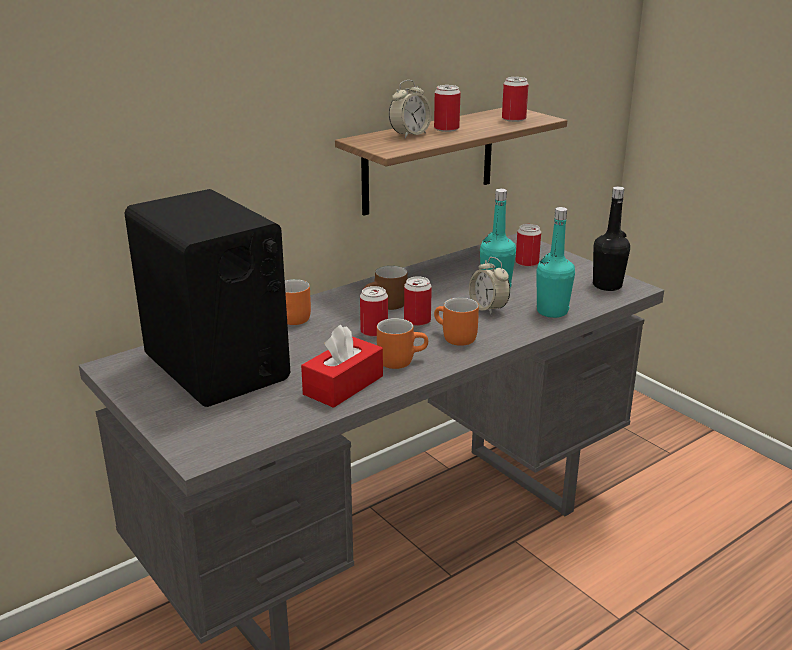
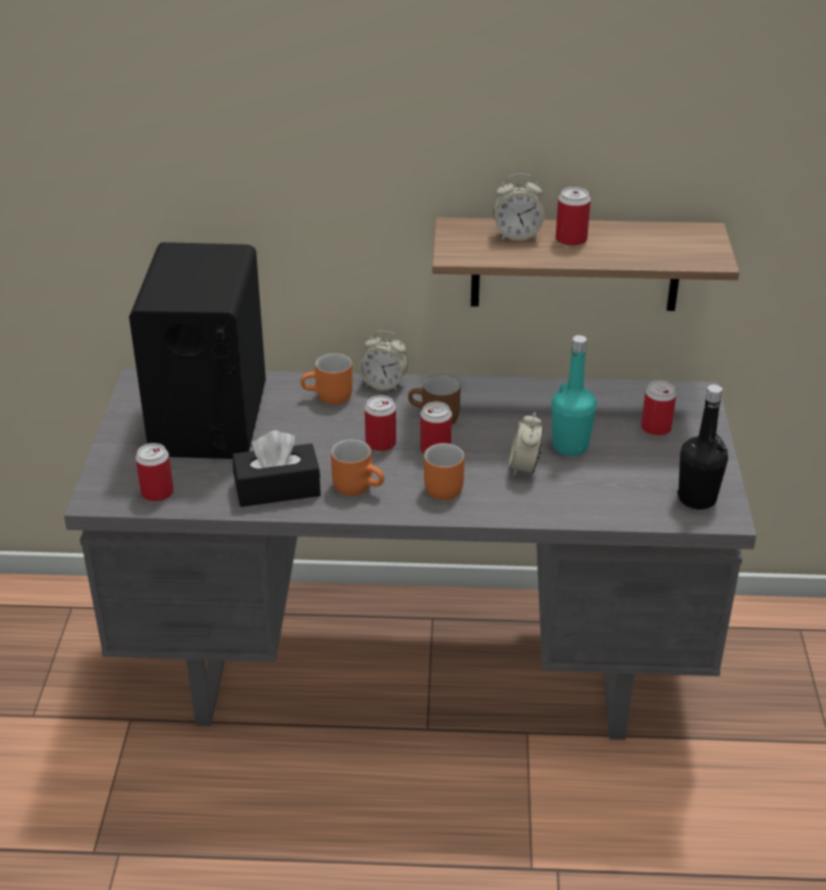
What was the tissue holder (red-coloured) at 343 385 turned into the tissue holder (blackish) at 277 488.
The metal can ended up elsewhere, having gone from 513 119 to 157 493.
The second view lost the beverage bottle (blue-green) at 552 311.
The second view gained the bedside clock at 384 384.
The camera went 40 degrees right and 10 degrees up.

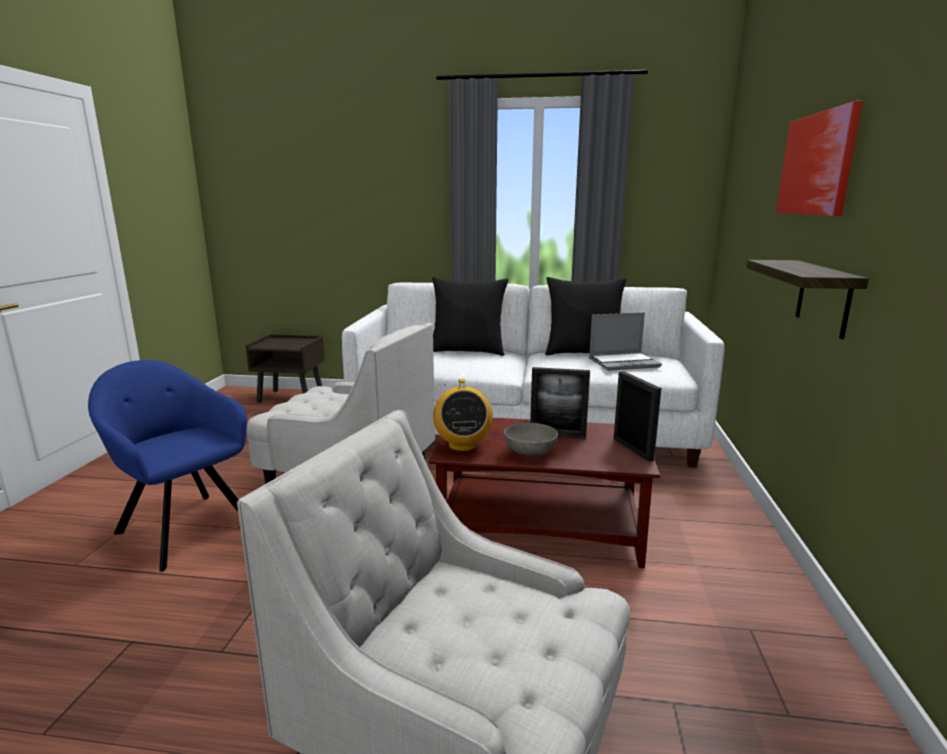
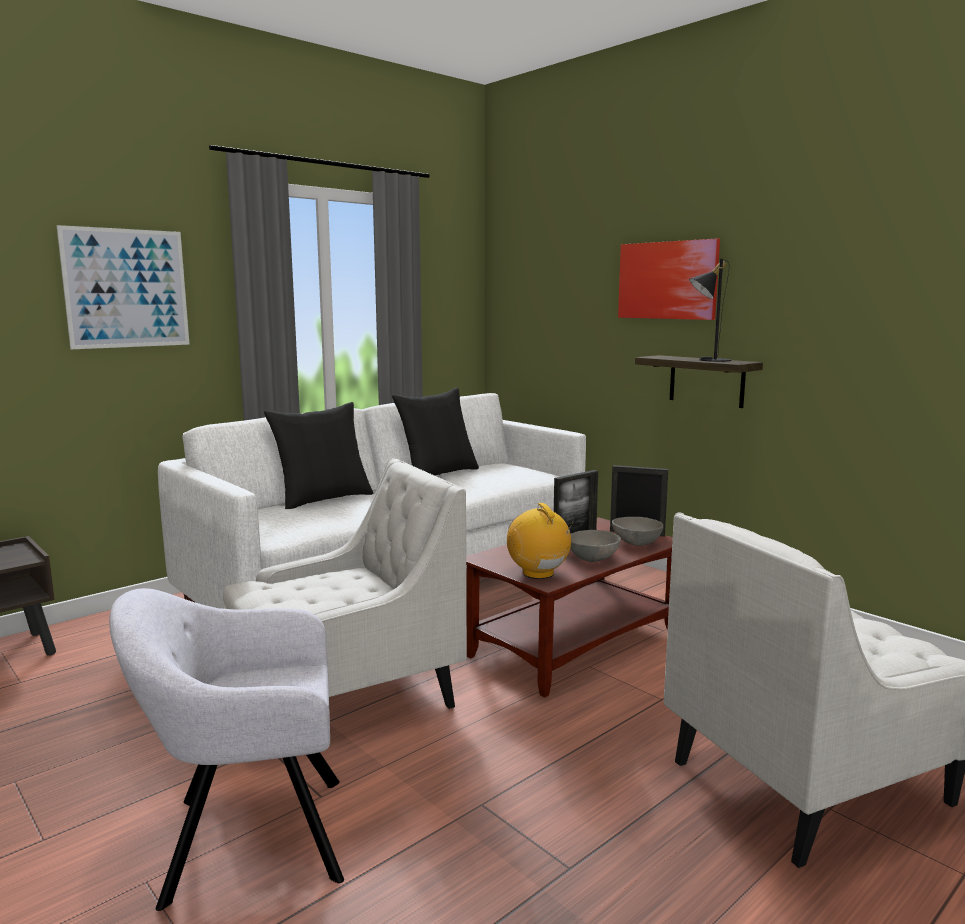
What was the lounge chair (blue-coloured) at 184 526 turned into the lounge chair (grey) at 247 839.
The radio at 462 445 ended up facing another way, 150 degrees counterclockwise from before.
The second view lost the laptop at 624 363.
The second view gained the picture at 126 288.
The second view gained the deep dish (grey) at 637 543.
The second view gained the table lamp (blackish) at 708 360.
The camera went 50 degrees left and 5 degrees down.

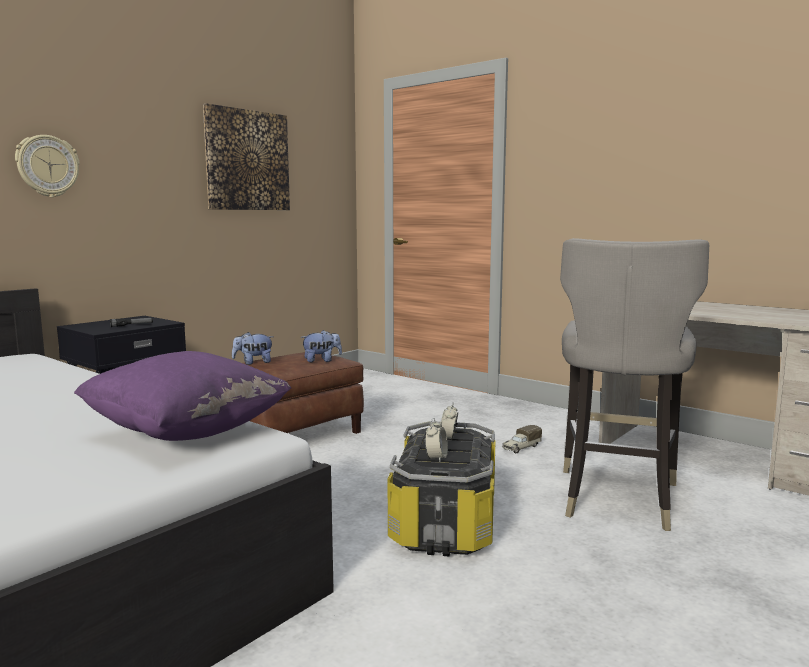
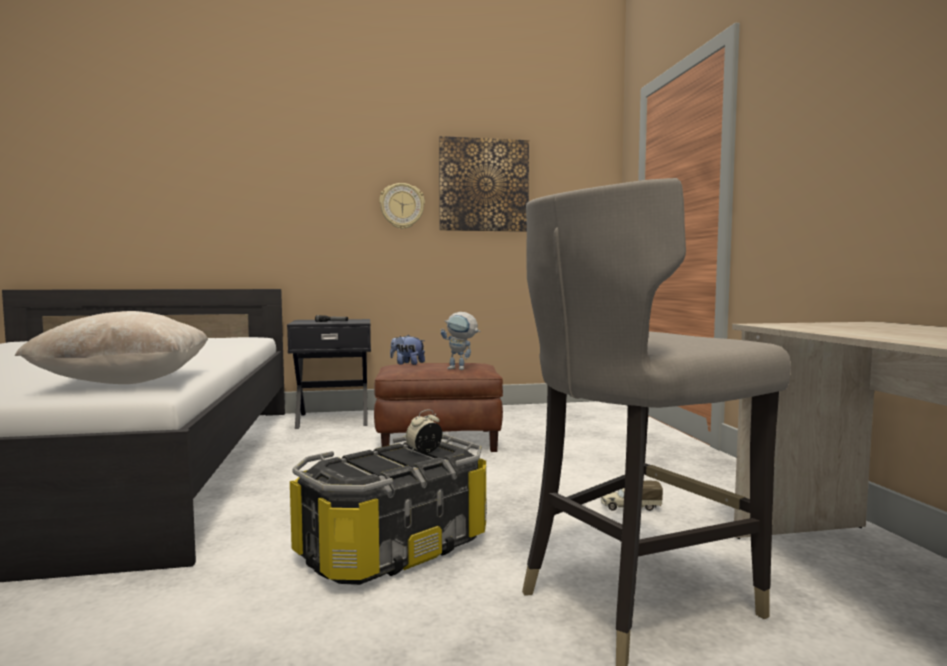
The hanging clock ended up elsewhere, having gone from 47 166 to 402 206.
What was the cushion (purplish) at 187 433 turned into the cushion (sand-coloured) at 127 382.
Where the soft toy stood at 321 360, the robot figure came to stand at 461 369.
The second view lost the bedside clock at 436 458.
The camera went 40 degrees right and 5 degrees down.

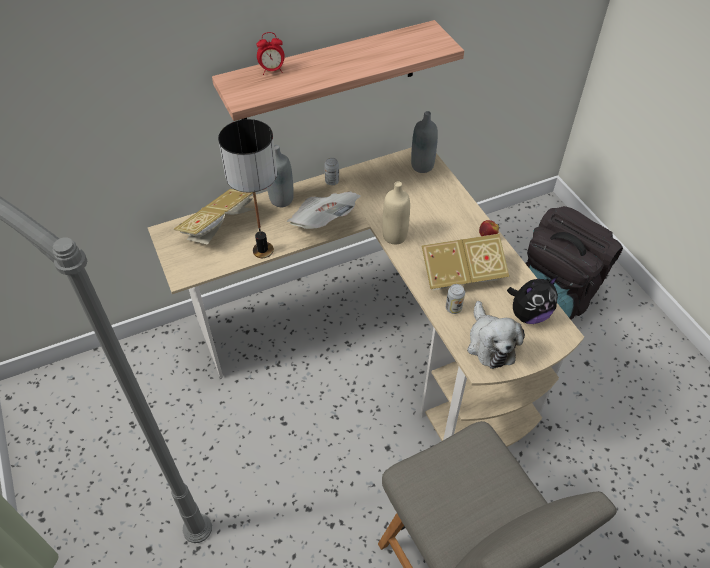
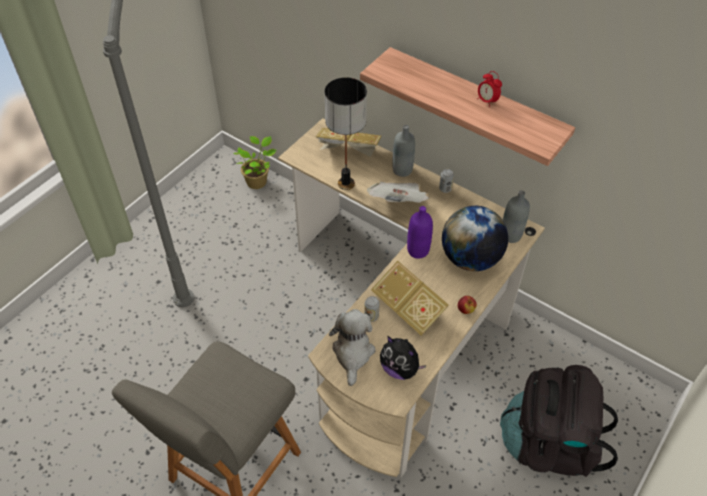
The bedside clock ended up elsewhere, having gone from 272 70 to 487 101.
What was the beverage bottle (sand-coloured) at 394 236 turned into the beverage bottle (purplish) at 418 250.
The soft toy at 490 343 ended up facing another way, 135 degrees clockwise from before.
The second view gained the plant in a pot at 257 181.
The second view gained the world globe at 470 259.
The camera went 60 degrees right and 0 degrees up.

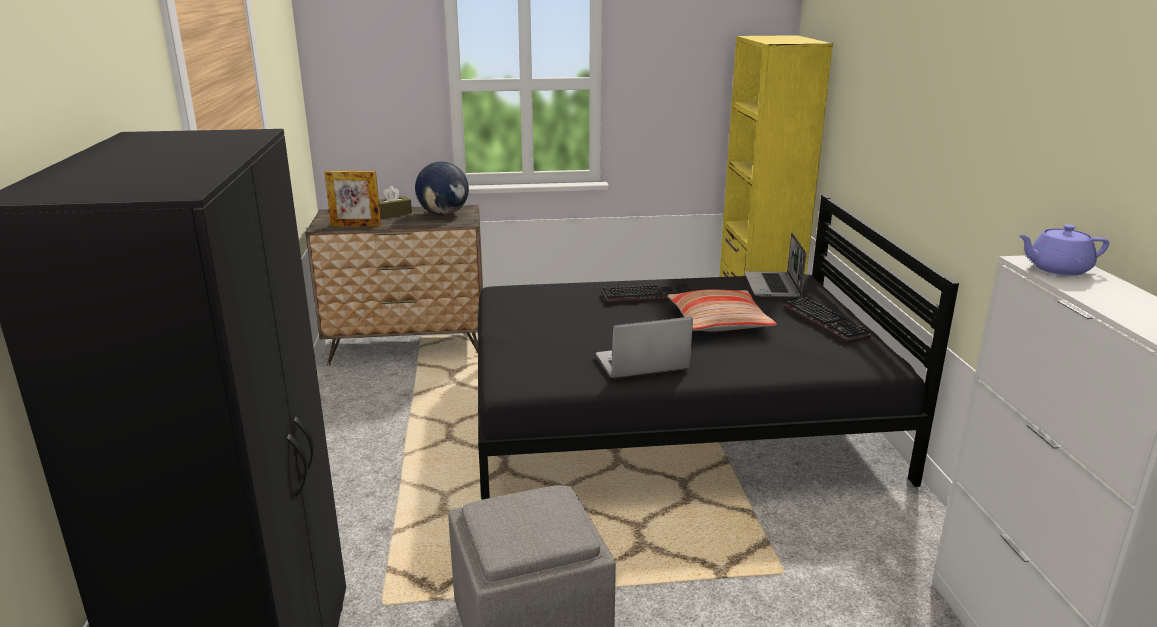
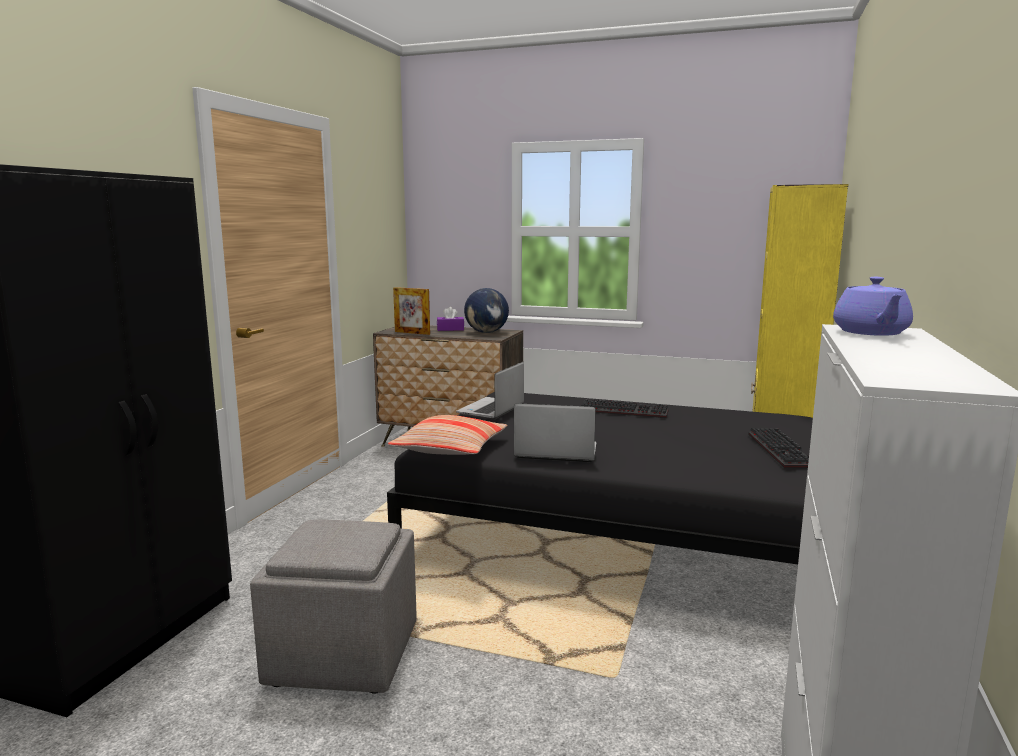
What was the tissue holder (brownish) at 393 213 turned into the tissue holder (purplish) at 450 329.
The cushion ended up elsewhere, having gone from 718 322 to 450 448.
The laptop ended up elsewhere, having gone from 773 286 to 491 410.
The teapot (purplish) at 1057 269 ended up facing another way, 105 degrees counterclockwise from before.
The camera went 25 degrees right and 10 degrees down.

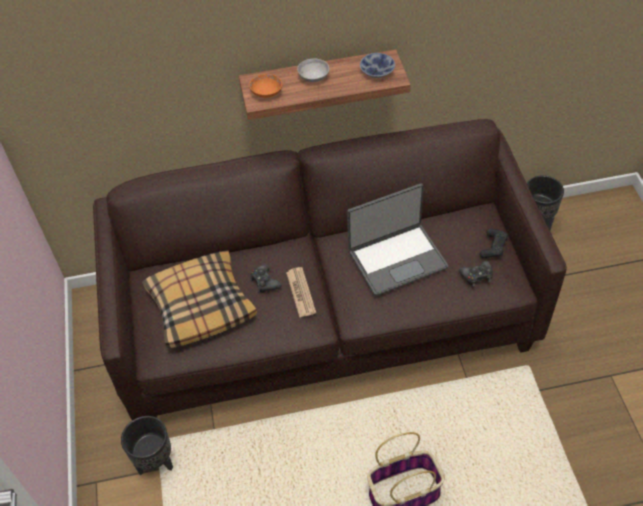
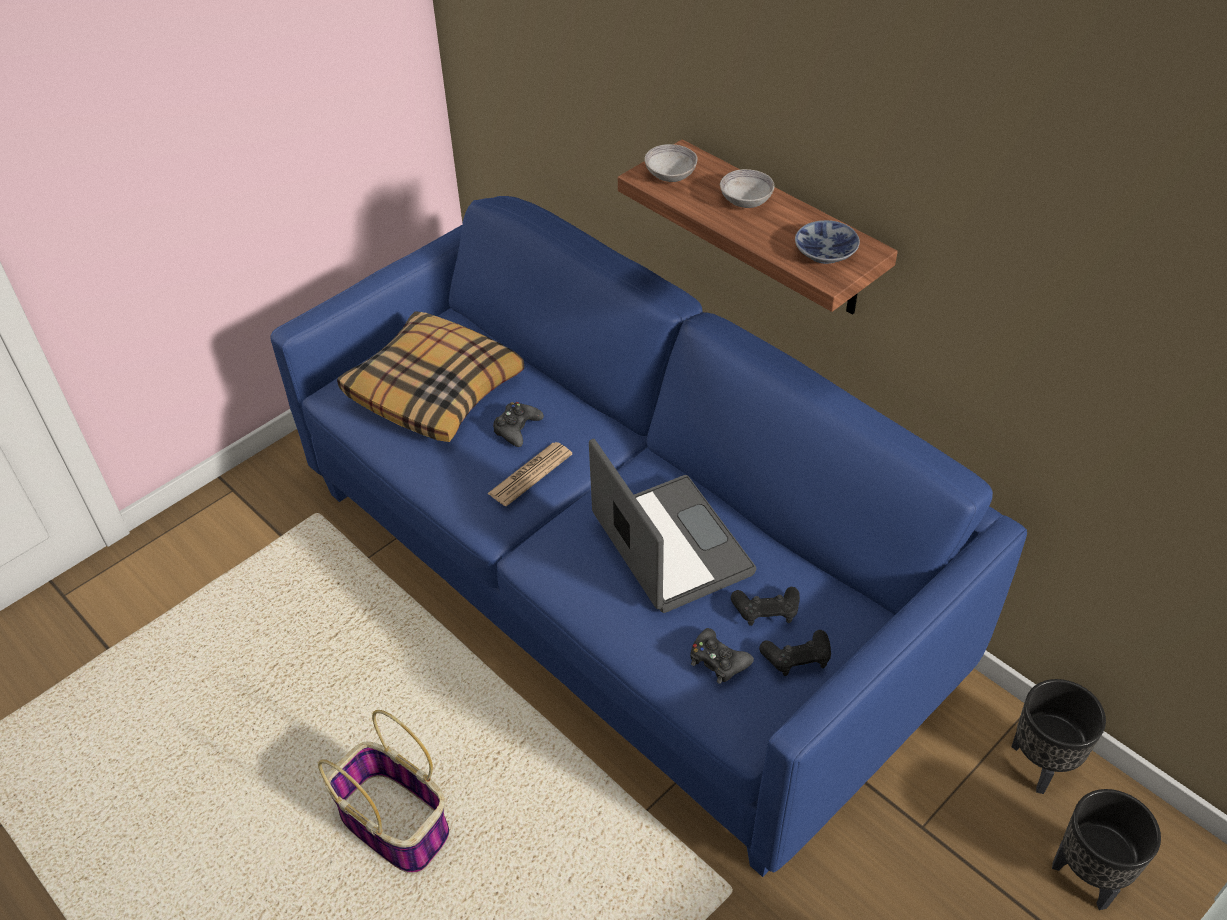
What was the couch (brownish) at 326 318 turned into the couch (blue-coloured) at 620 582.
The plant pot (blackish) ended up elsewhere, having gone from 155 463 to 1086 875.
What was the deep dish (orange) at 266 93 turned into the deep dish (grey) at 670 175.
The laptop at 397 259 ended up facing another way, 150 degrees counterclockwise from before.
The second view gained the gamepad (blackish) at 766 611.
The camera went 55 degrees right and 5 degrees down.

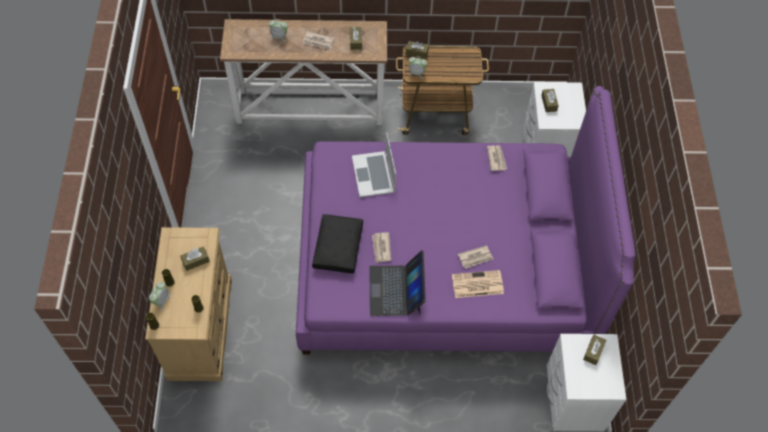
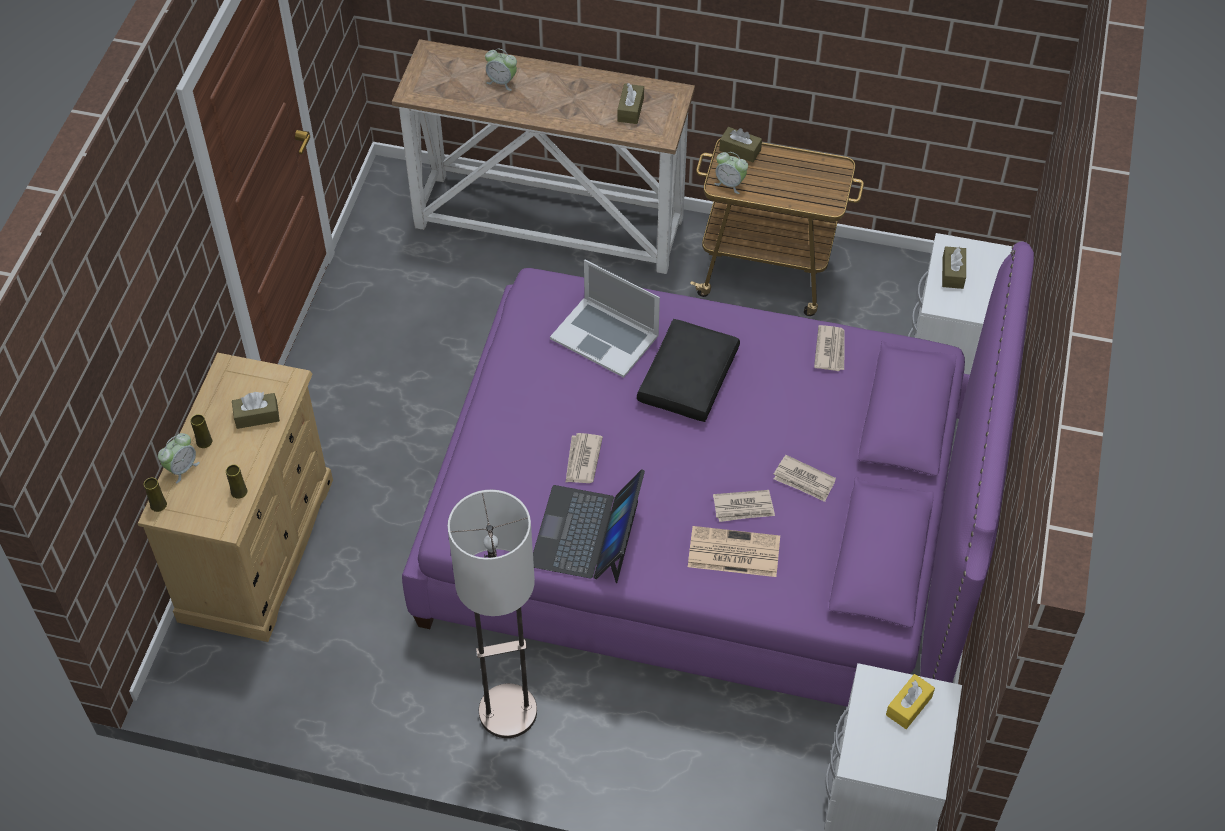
The newspaper ended up elsewhere, having gone from 318 42 to 804 480.
The cushion (blackish) ended up elsewhere, having gone from 339 248 to 689 379.
The laptop at 373 174 ended up facing another way, 60 degrees counterclockwise from before.
What was the tissue holder (brownish) at 593 352 turned into the tissue holder (yellowish) at 909 706.
The second view gained the floor lamp at 507 712.
The camera went 15 degrees right and 5 degrees down.

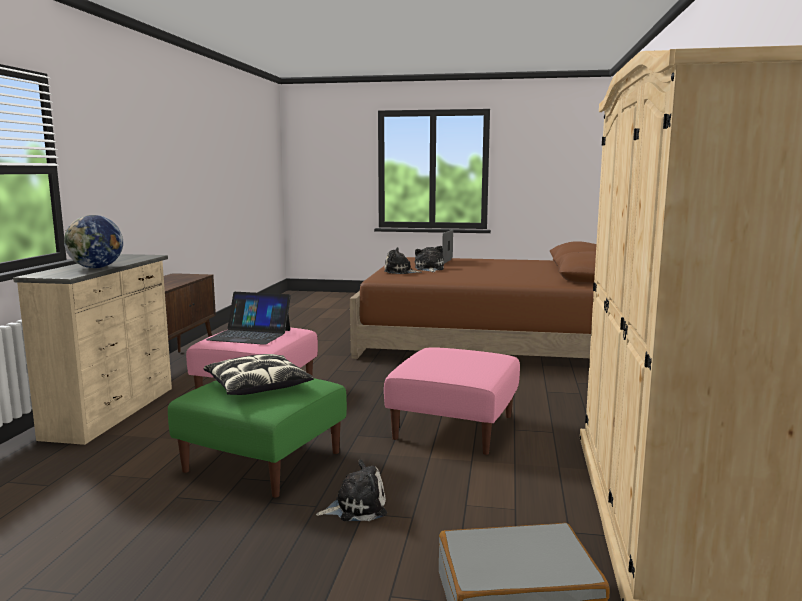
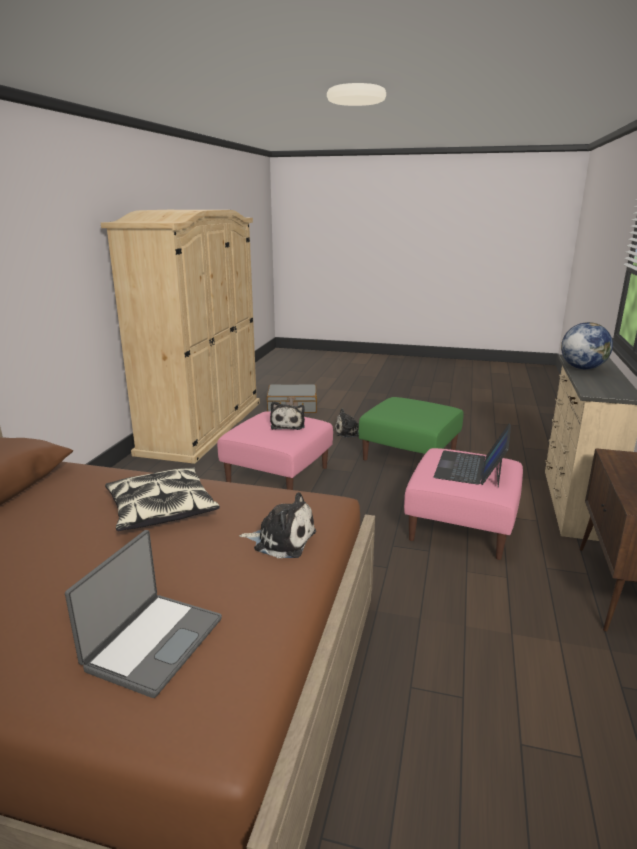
The cushion ended up elsewhere, having gone from 258 386 to 161 509.
The laptop at 250 335 ended up facing another way, 90 degrees counterclockwise from before.
The soft toy ended up elsewhere, having gone from 429 269 to 288 425.
The camera went 175 degrees left and 10 degrees up.

